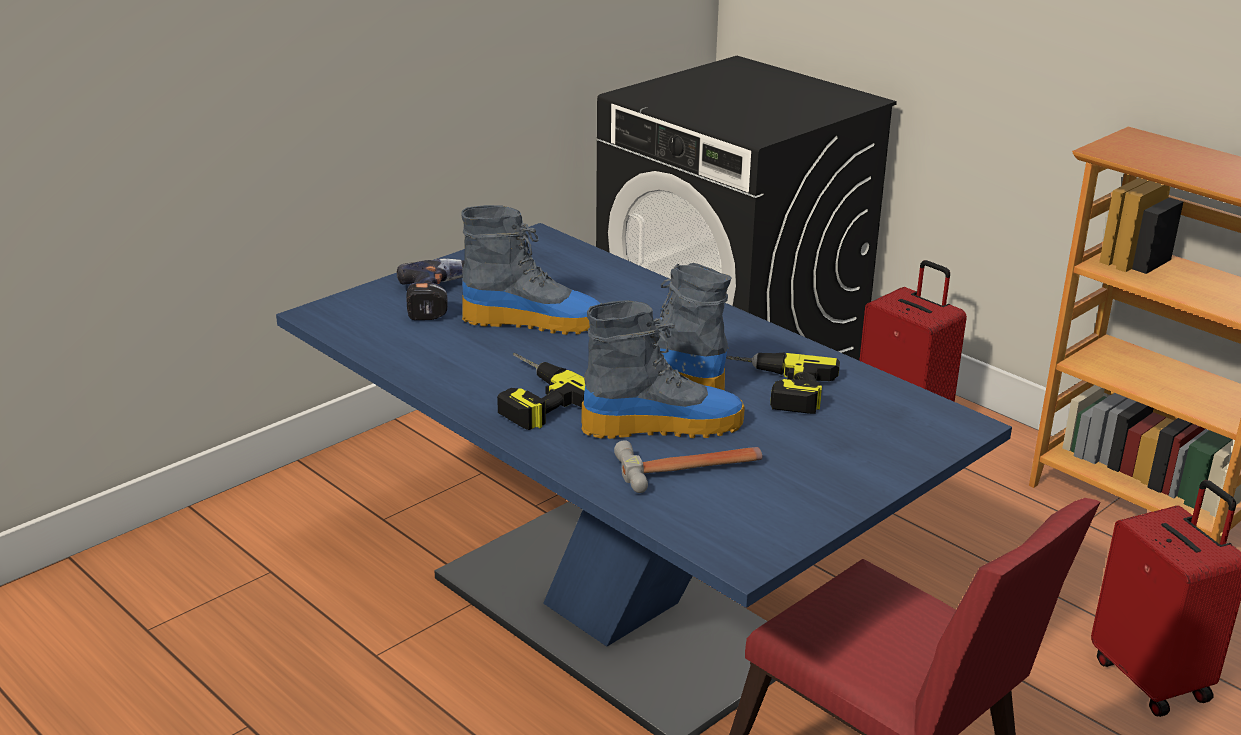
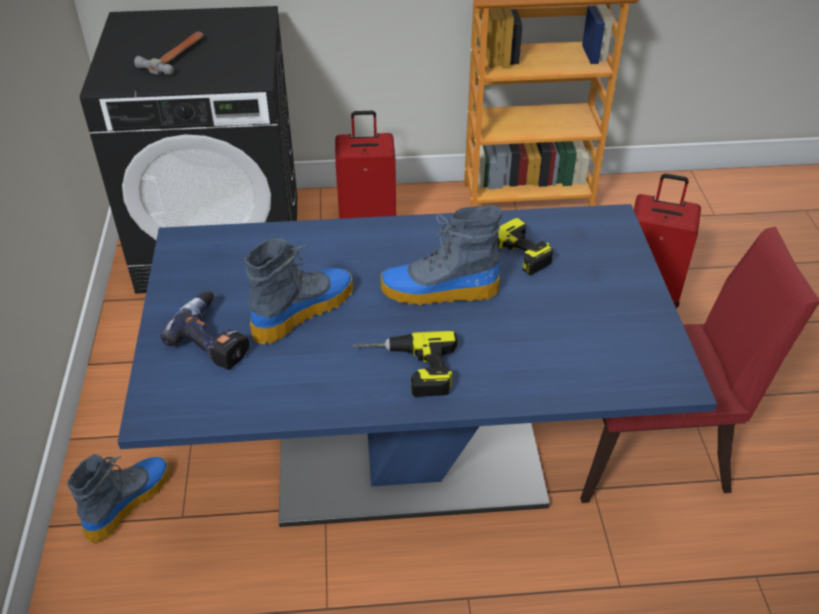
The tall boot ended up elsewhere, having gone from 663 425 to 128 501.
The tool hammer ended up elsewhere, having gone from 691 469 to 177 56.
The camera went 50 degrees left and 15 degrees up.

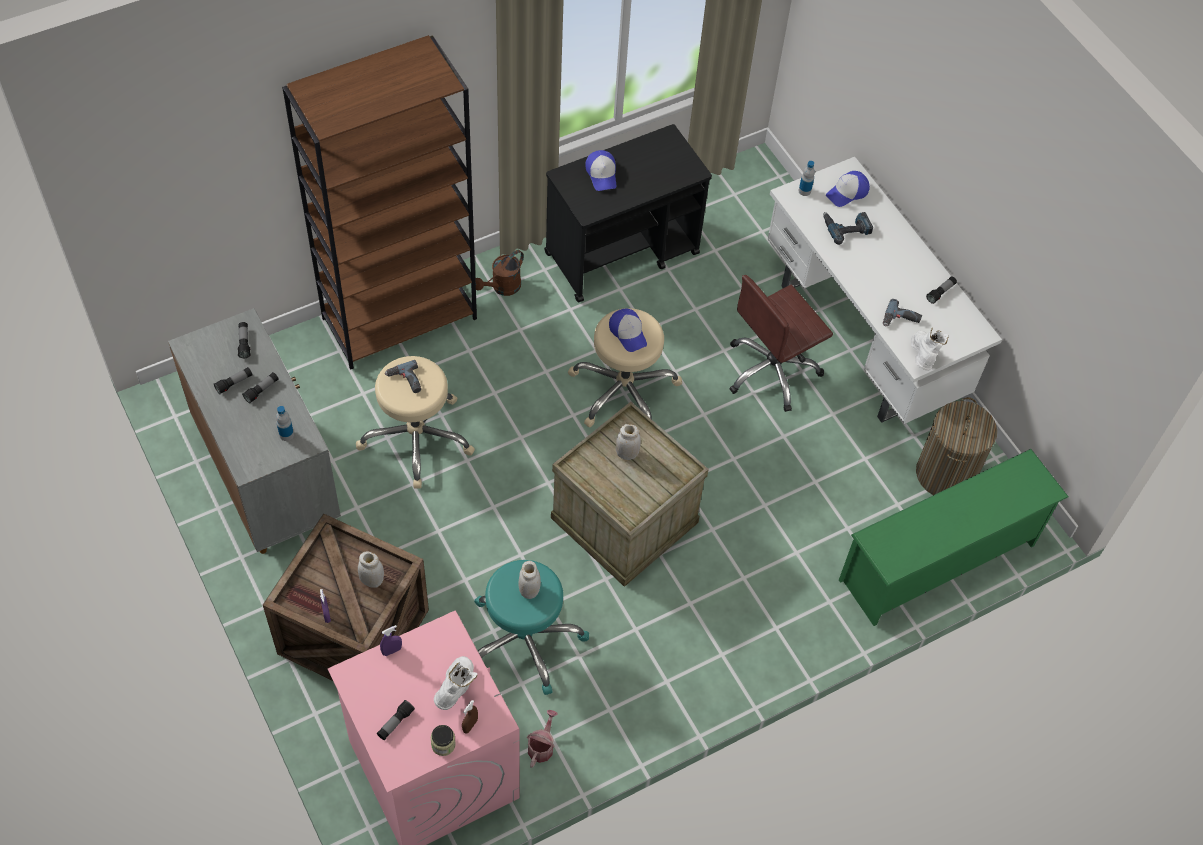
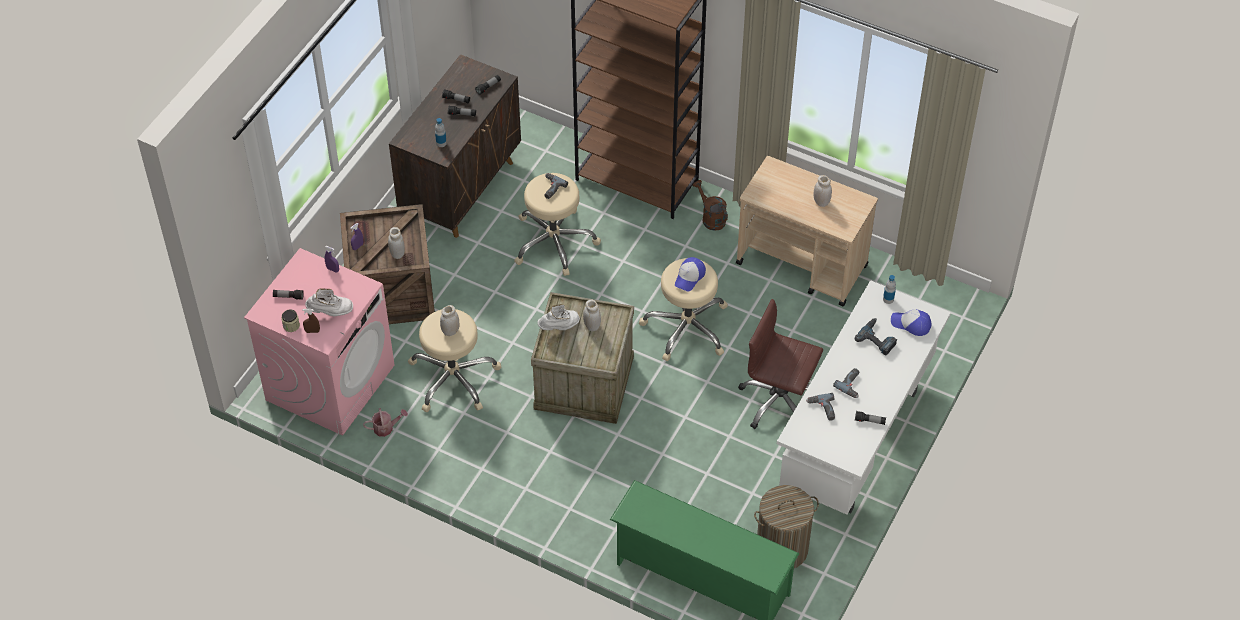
What was the cabinet (grey) at 267 479 turned into the cabinet (brownish) at 461 189.
What was the stool seat (blue-green) at 524 638 turned into the stool seat (sand-coloured) at 453 378.
The sprinkling can (brownish) at 502 288 ended up facing another way, 45 degrees clockwise from before.
What was the wheeled cart (blackish) at 623 253 turned into the wheeled cart (sand-coloured) at 802 265.
The second view lost the baseball cap at 602 174.
The tall boot (whitish) ended up elsewhere, having gone from 922 358 to 559 327.
The second view gained the jar (whitish) at 821 202.
The second view gained the drill at 852 385.
The camera went 60 degrees right and 5 degrees down.

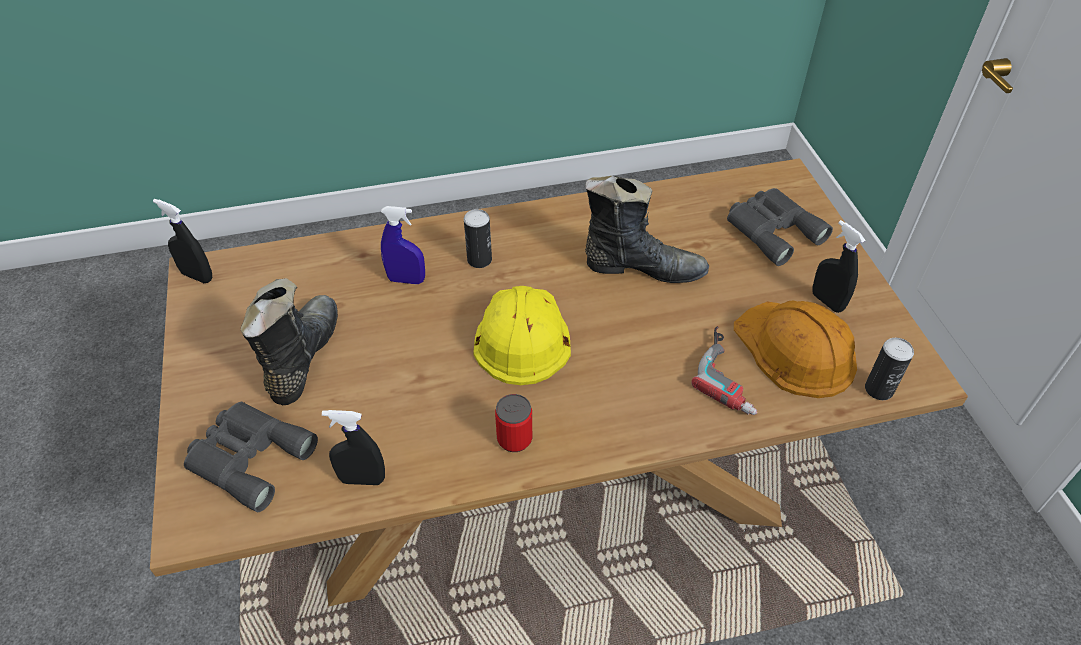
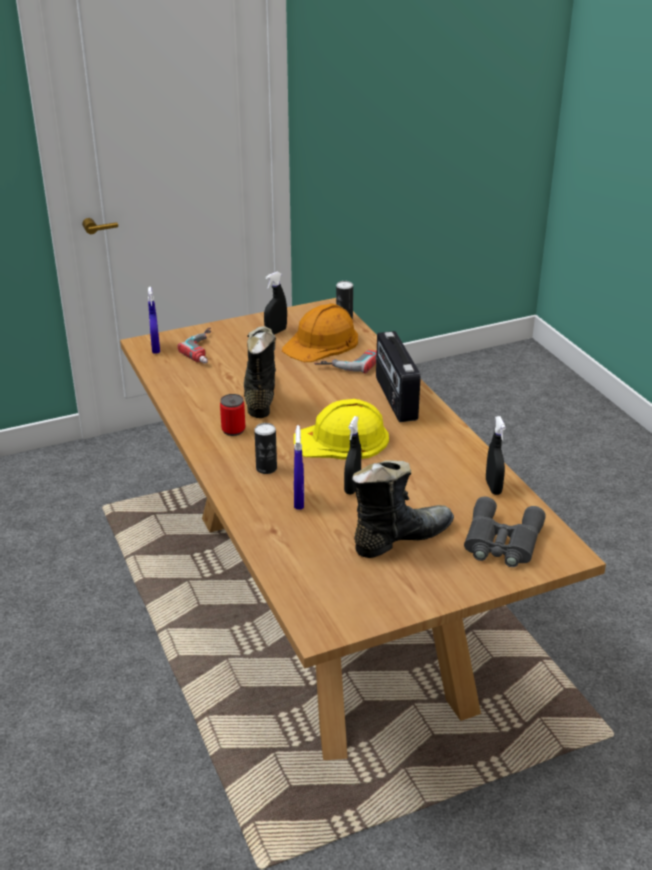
The hand sprayer (blackish) ended up elsewhere, having gone from 197 276 to 352 487.
The tall boot (blackish) at 302 357 ended up facing another way, 150 degrees clockwise from before.
The metal can ended up elsewhere, having gone from 514 439 to 233 430.
Where the binoculars (grey) stood at 771 229, the drill came to stand at 207 349.
The second view gained the hand sprayer (blue-coloured) at 155 349.
The second view gained the radio at 395 399.
The camera went 100 degrees left and 15 degrees down.

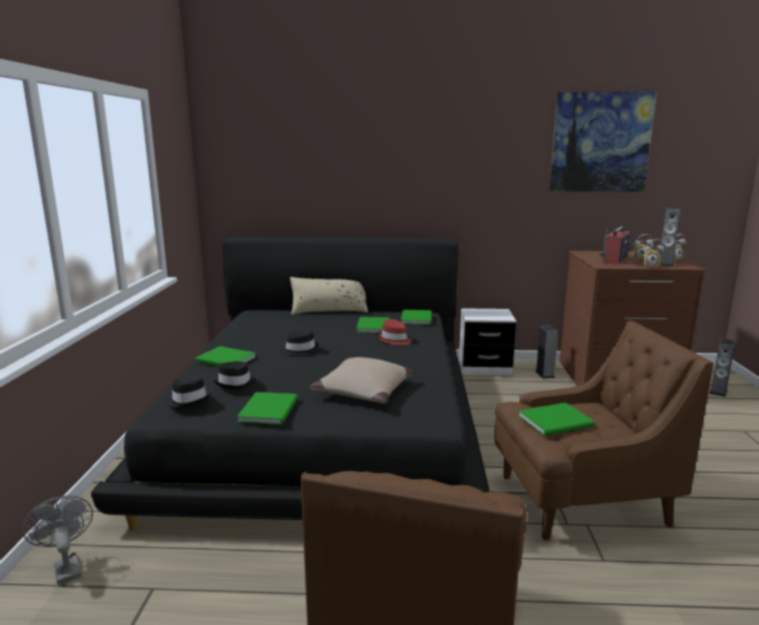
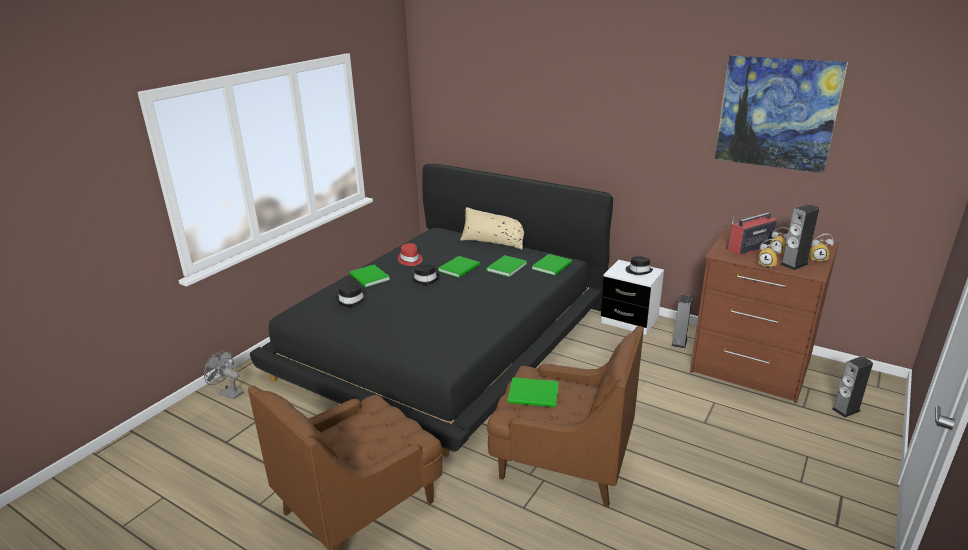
The cooling fan (grey) at 66 567 ended up facing another way, 60 degrees counterclockwise from before.
The wearable hat (blackish) ended up elsewhere, having gone from 188 400 to 638 271.
The volume (greenish) ended up elsewhere, having gone from 271 409 to 460 268.
The second view lost the cushion (sand-coloured) at 364 390.
The wearable hat (red-coloured) ended up elsewhere, having gone from 394 339 to 410 260.
The camera went 30 degrees right and 10 degrees up.

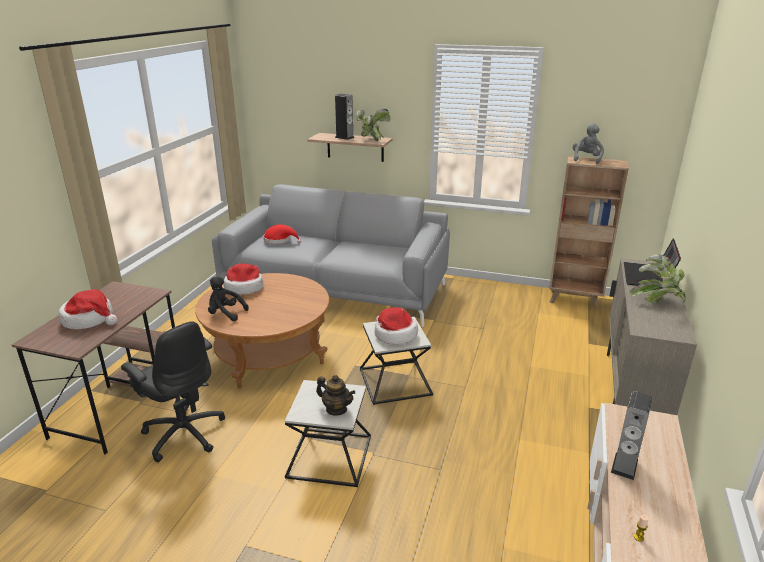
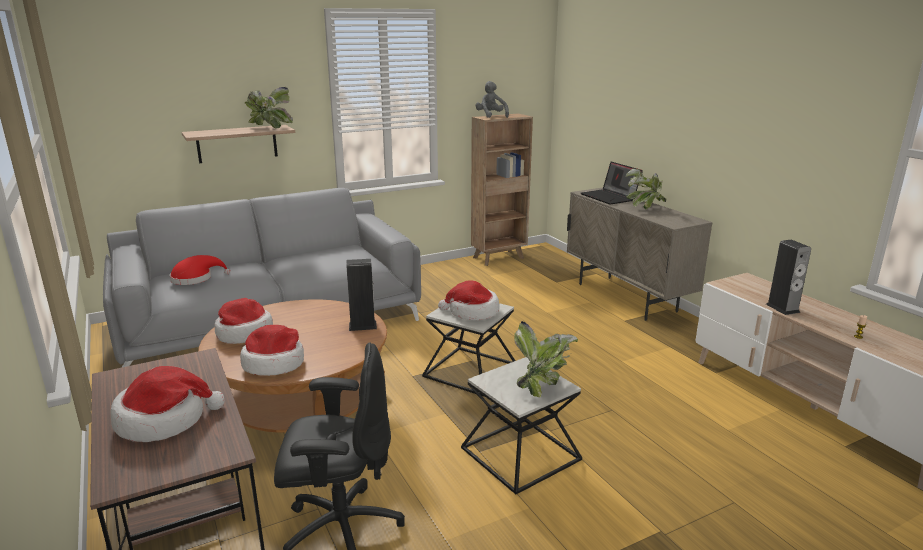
Where the soft toy (blackish) stood at 225 314, the wearable hat came to stand at 274 363.
Where the teapot stood at 336 409, the plant in a pot came to stand at 542 383.
The speaker ended up elsewhere, having gone from 344 137 to 362 326.
The camera went 45 degrees left and 5 degrees down.

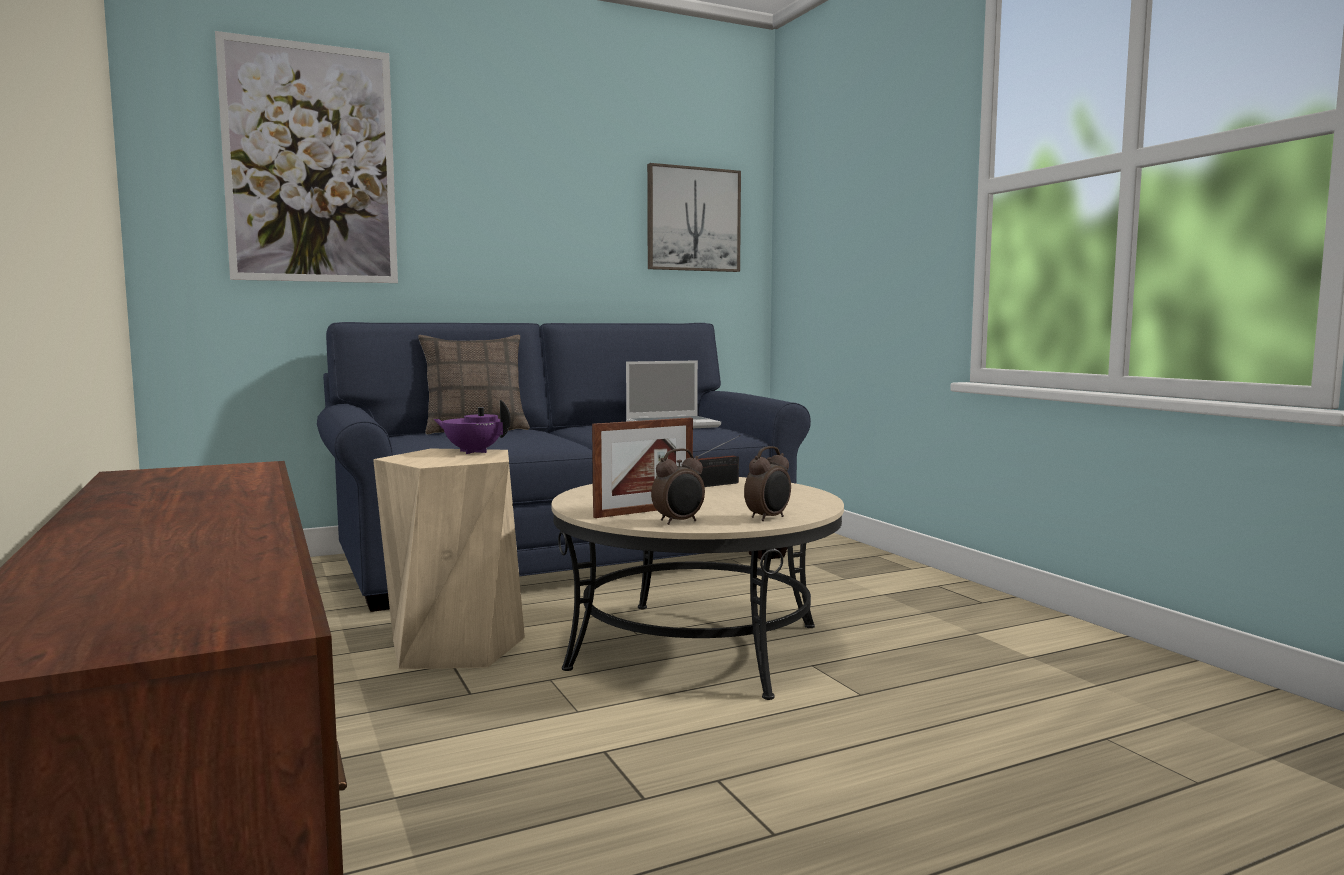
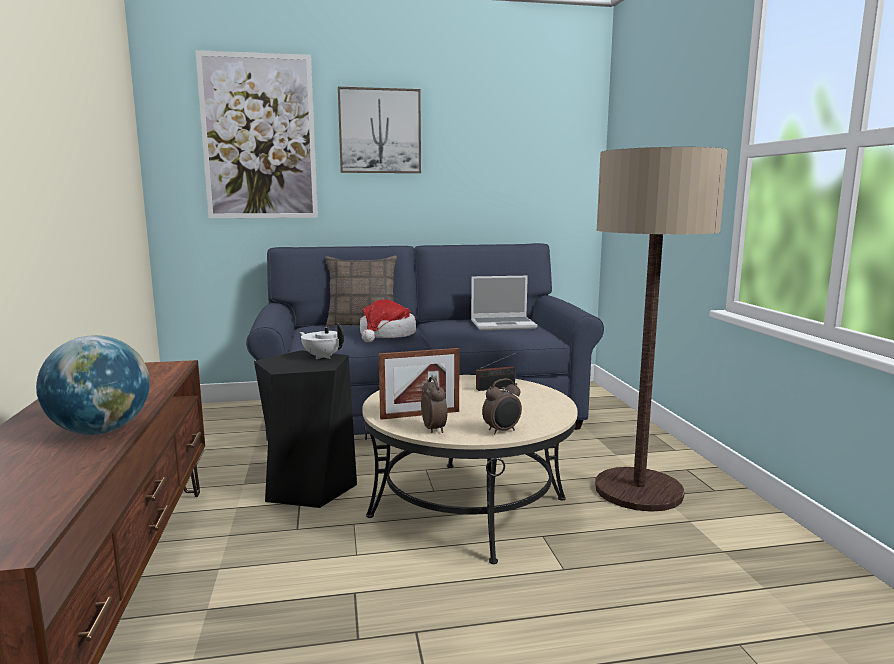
What was the stool seat (sand-coloured) at 455 646 turned into the stool seat (blackish) at 309 487.
What was the teapot (purplish) at 473 452 turned into the teapot (whitish) at 323 357.
The picture ended up elsewhere, having gone from 693 219 to 380 131.
The bedside clock at 679 522 ended up facing another way, 90 degrees counterclockwise from before.
The second view gained the world globe at 101 431.
The second view gained the wearable hat at 387 335.
The second view gained the floor lamp at 638 490.
The camera went 15 degrees right and 5 degrees up.

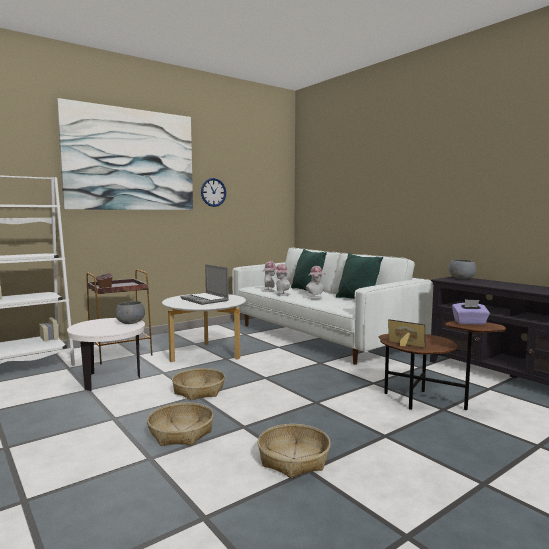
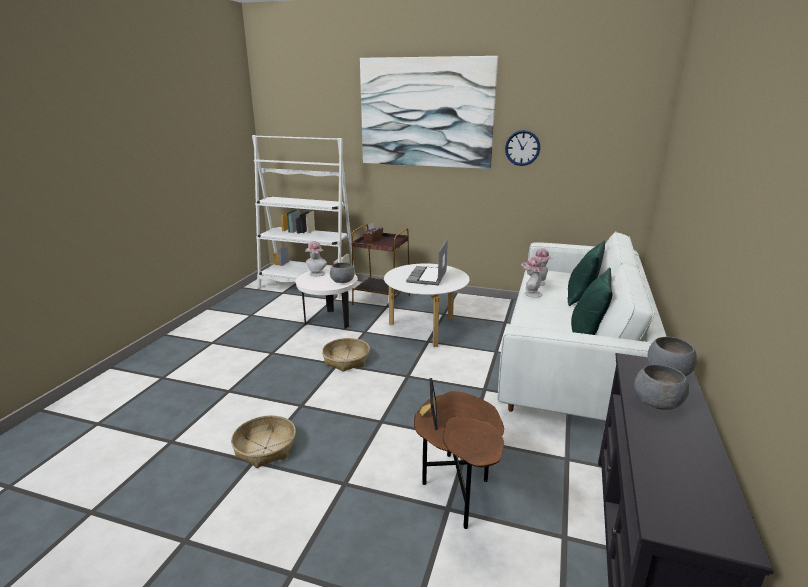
The second view lost the storage basket at 181 432.
The wearable hat ended up elsewhere, having gone from 316 298 to 316 274.
The second view lost the tissue holder (purplish) at 469 323.
The second view gained the deep dish (grey) at 657 403.
The camera went 55 degrees right and 15 degrees up.

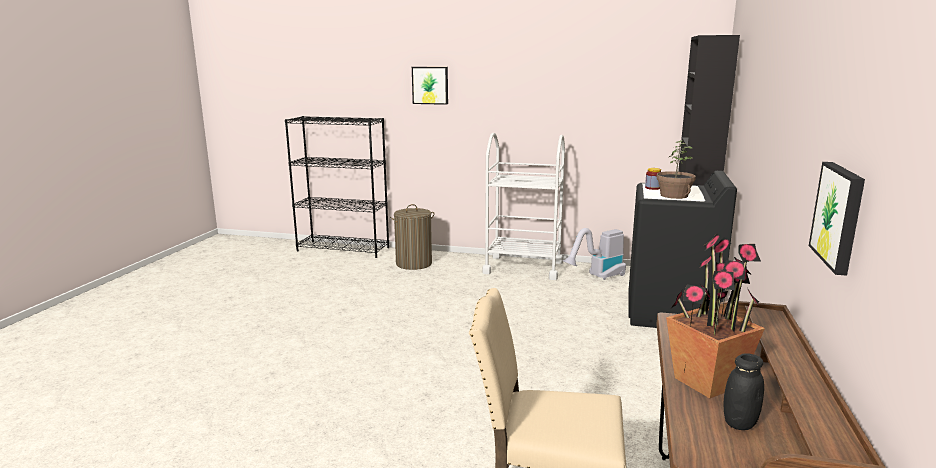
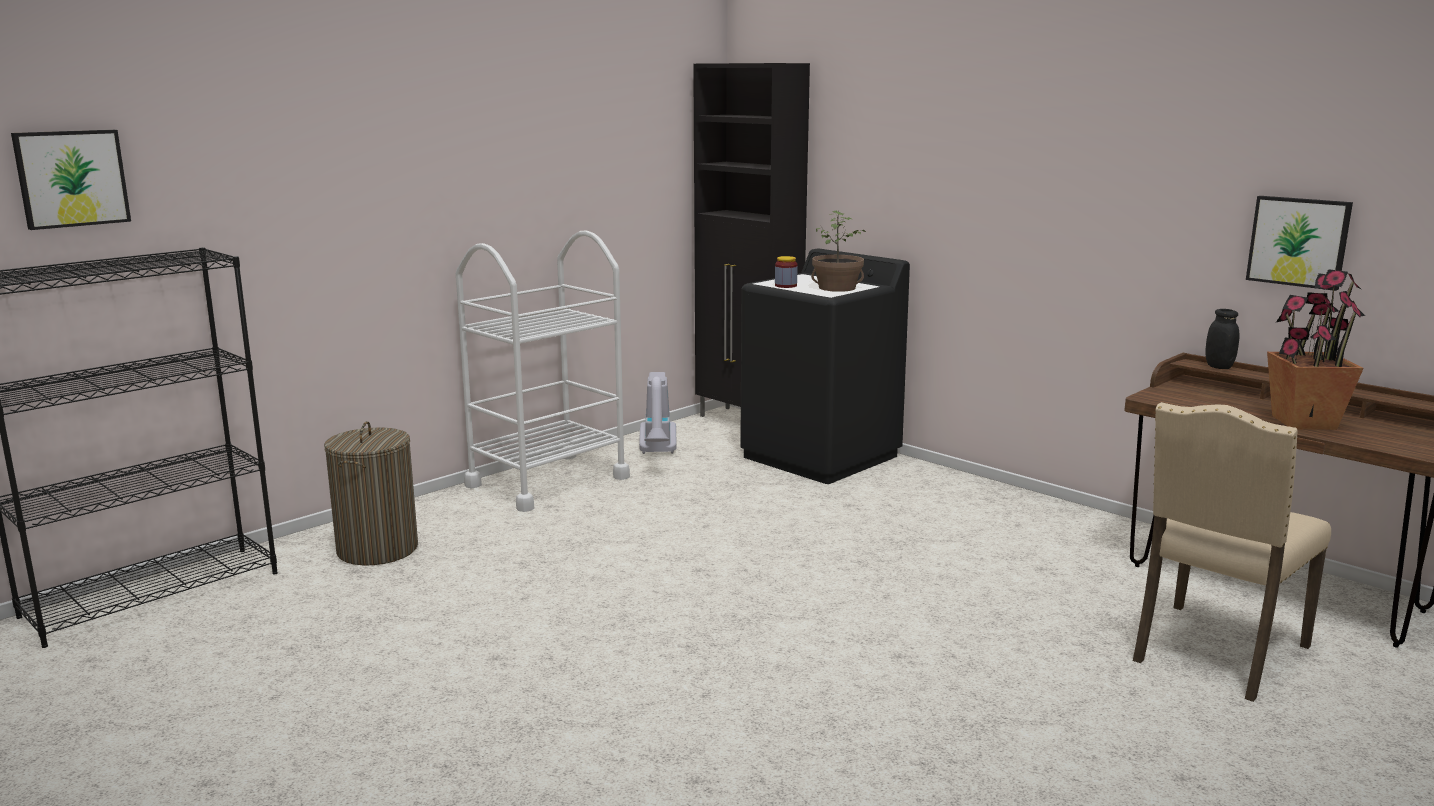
The picture ended up elsewhere, having gone from 430 85 to 71 178.
The jar (blackish) ended up elsewhere, having gone from 739 423 to 1219 367.
The camera went 60 degrees left and 0 degrees up.

